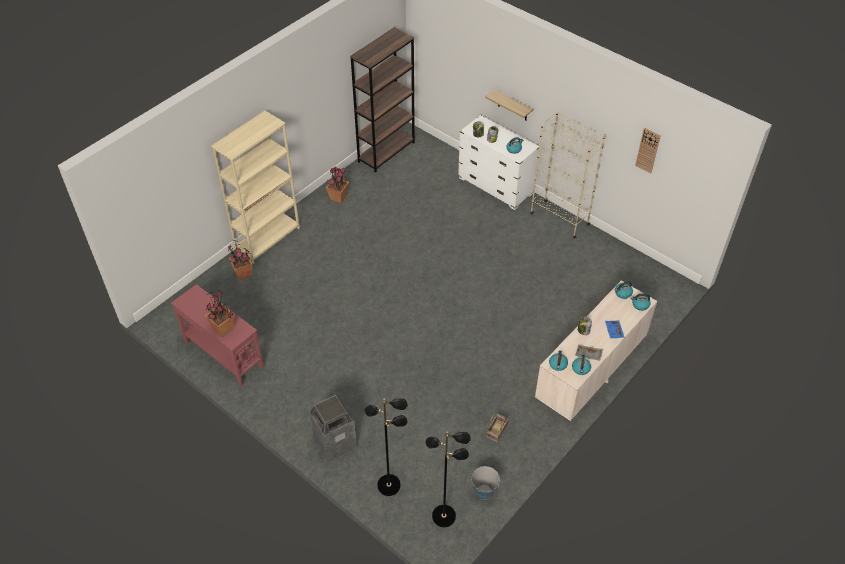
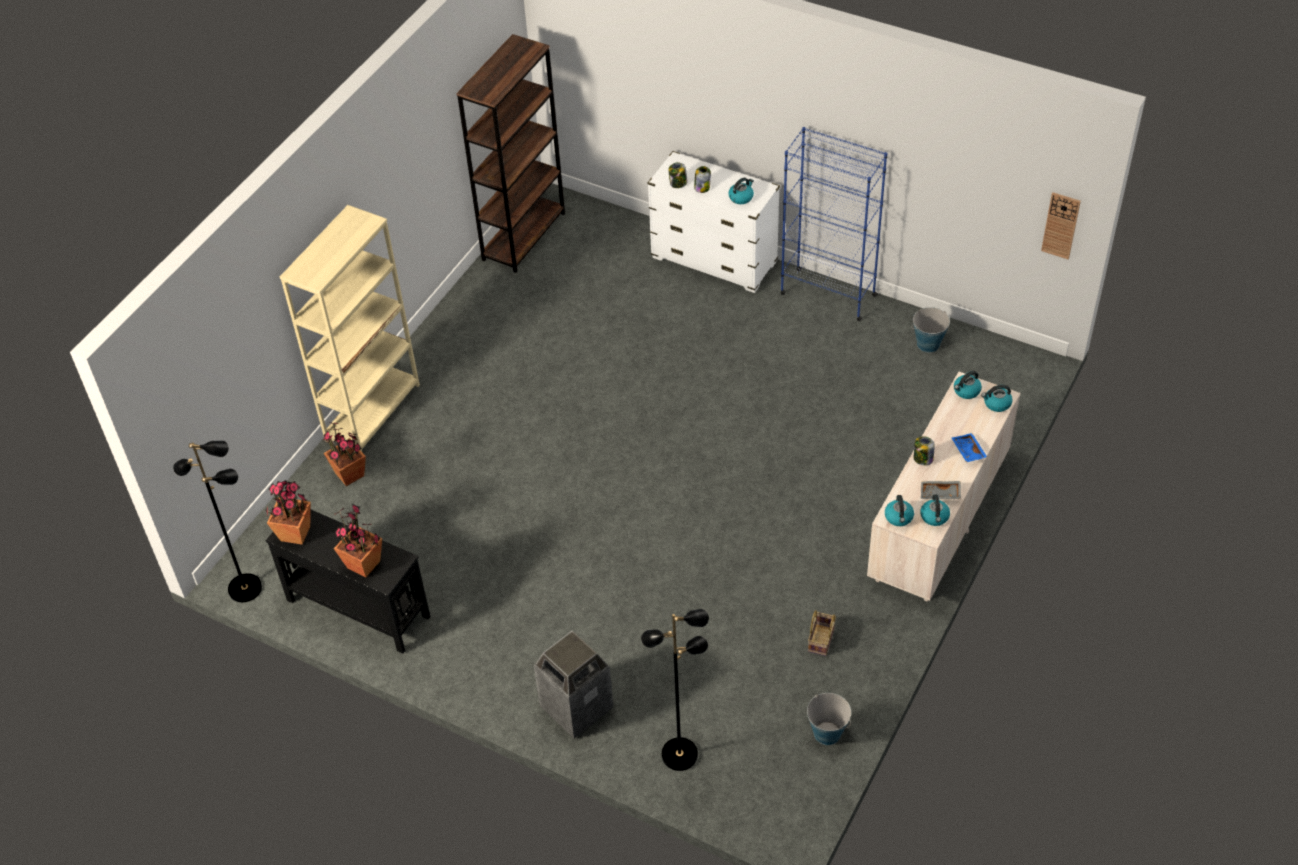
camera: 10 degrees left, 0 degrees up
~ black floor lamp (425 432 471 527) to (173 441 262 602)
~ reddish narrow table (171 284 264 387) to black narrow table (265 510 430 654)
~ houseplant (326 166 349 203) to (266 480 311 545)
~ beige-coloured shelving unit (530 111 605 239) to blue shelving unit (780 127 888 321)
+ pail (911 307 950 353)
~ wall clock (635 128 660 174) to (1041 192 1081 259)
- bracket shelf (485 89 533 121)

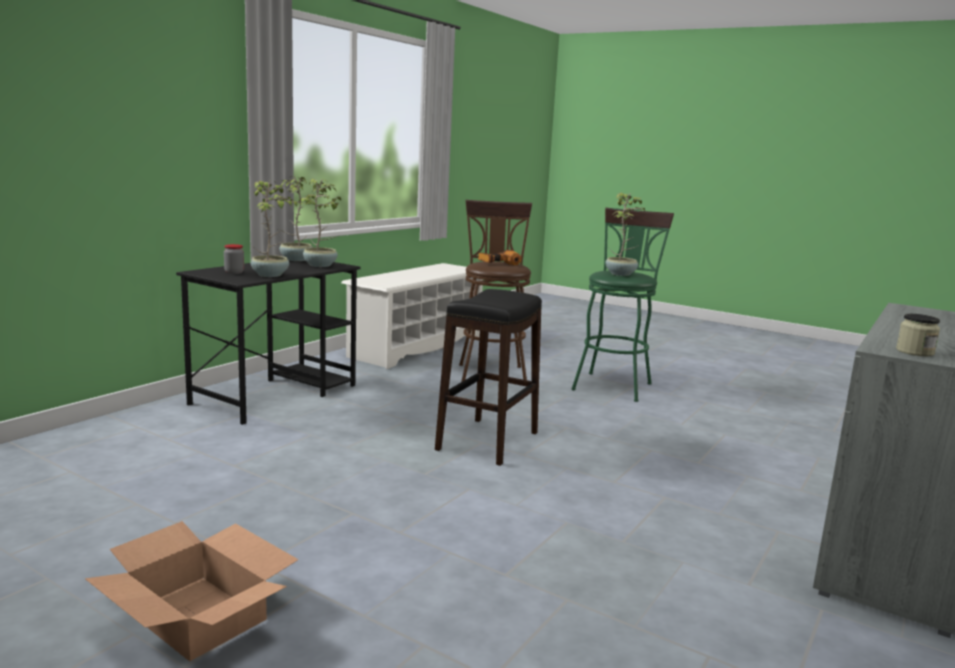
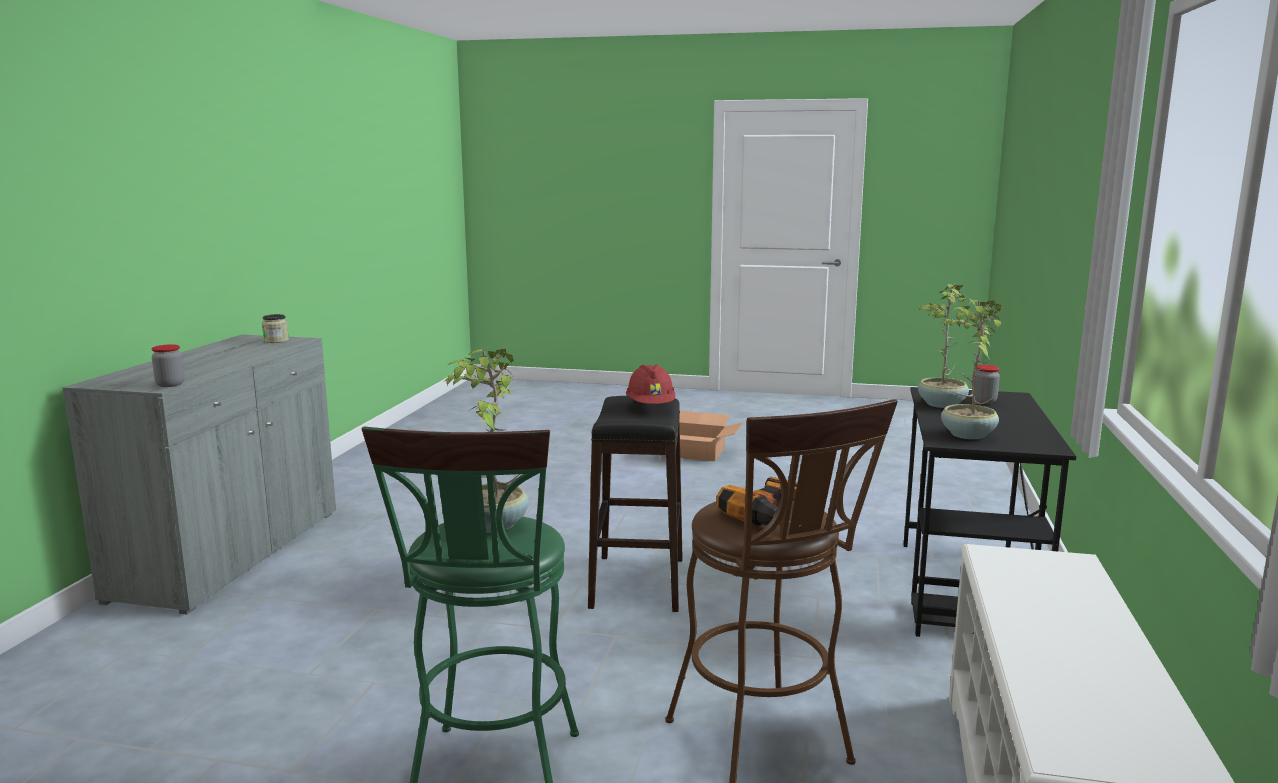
camera: 160 degrees right, 0 degrees up
+ storage jar (152 344 184 387)
+ reddish work helmet (626 364 676 404)
- houseplant (273 176 316 261)

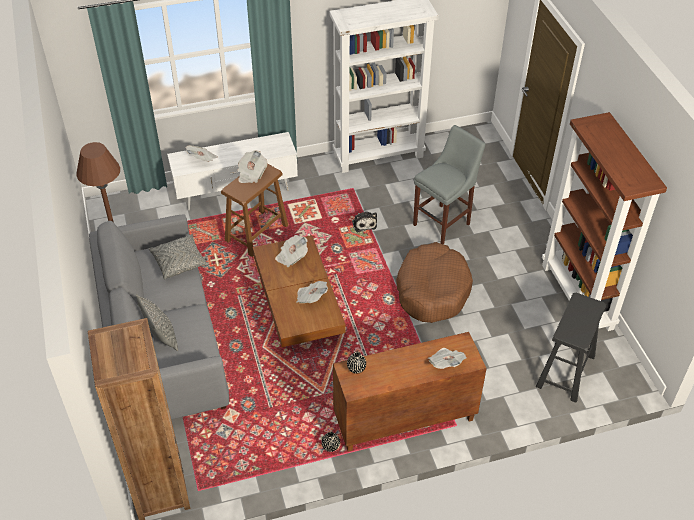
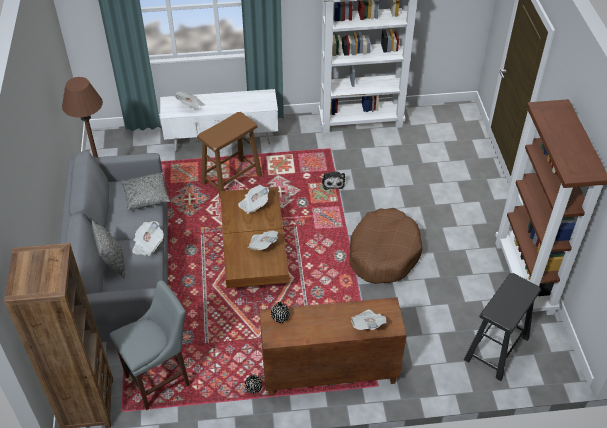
camera: 10 degrees right, 0 degrees up
~ grey stool seat (413 125 485 244) to (110 280 190 410)
~ newspaper (237 150 267 183) to (132 221 164 256)

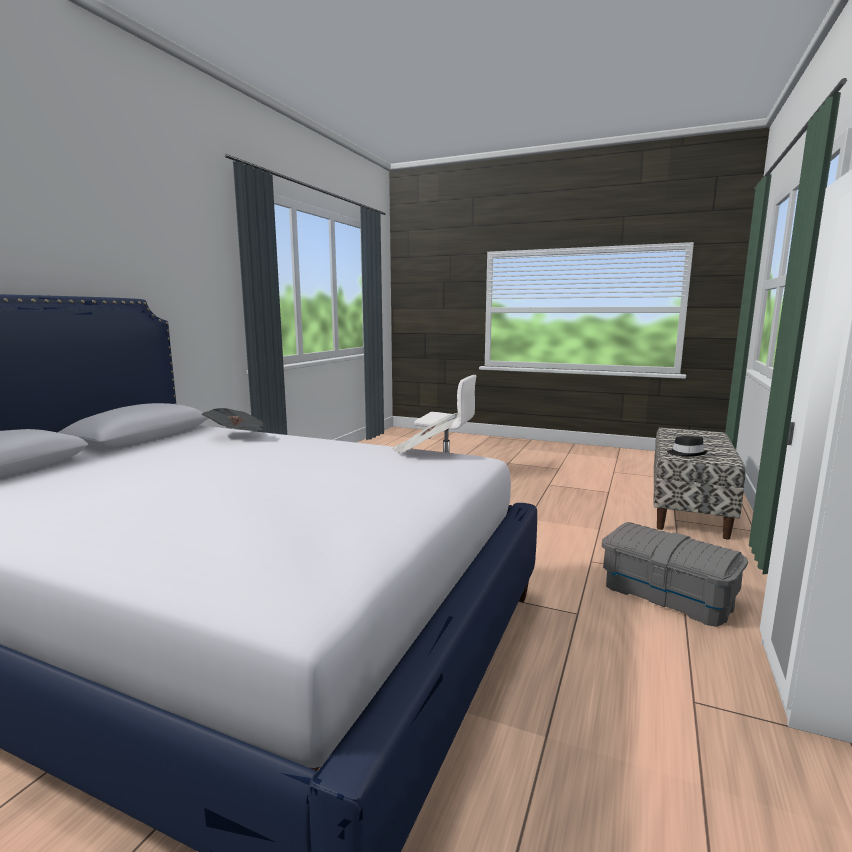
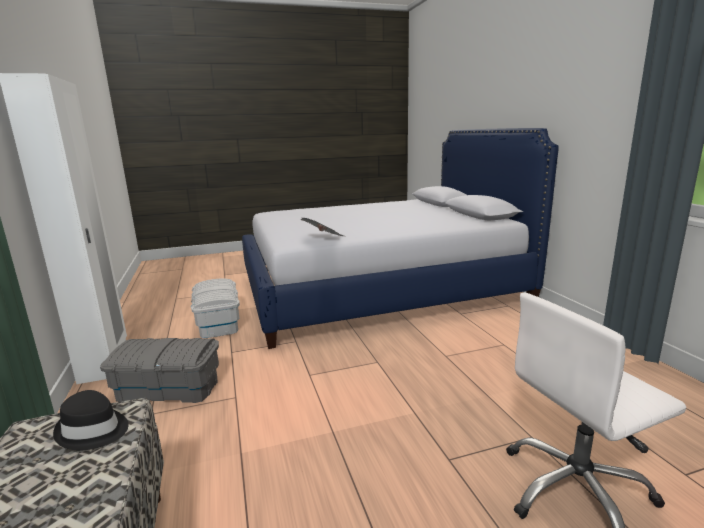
camera: 140 degrees right, 5 degrees up
+ white storage bin (191 279 240 338)
- newspaper (202 408 264 431)

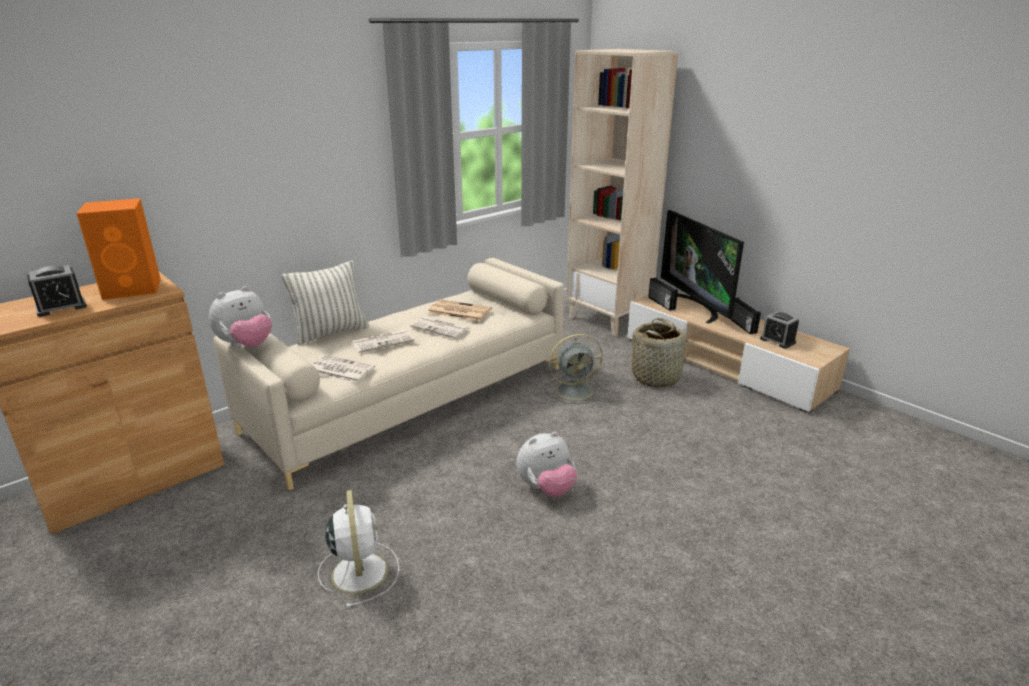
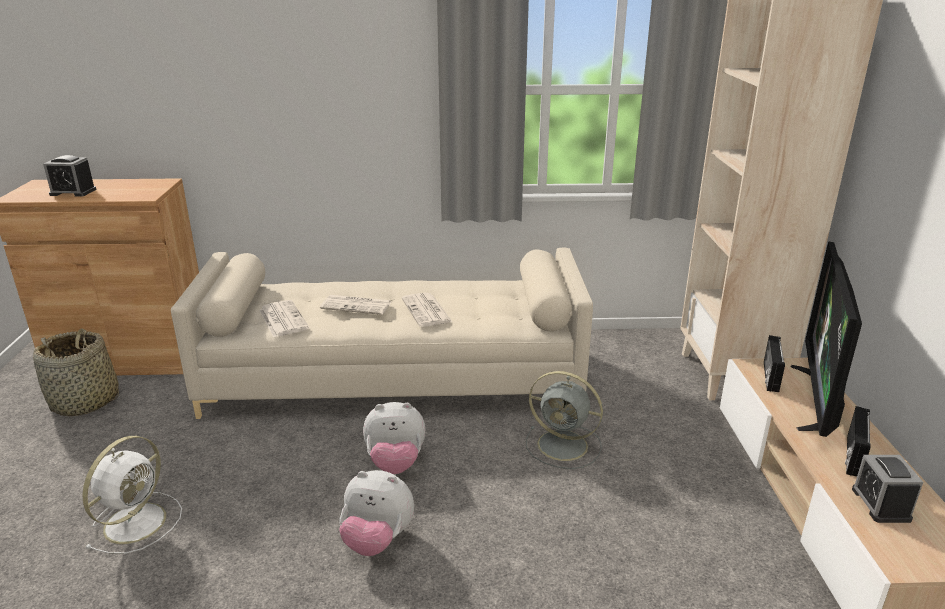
camera: 40 degrees right, 0 degrees up
~ storage basket (630 318 690 387) to (33 328 119 416)
~ cuddly toy (209 286 272 347) to (363 402 425 474)
- orangey speaker (76 198 161 300)
- throw pillow (281 261 369 345)
- newspaper (427 299 492 321)

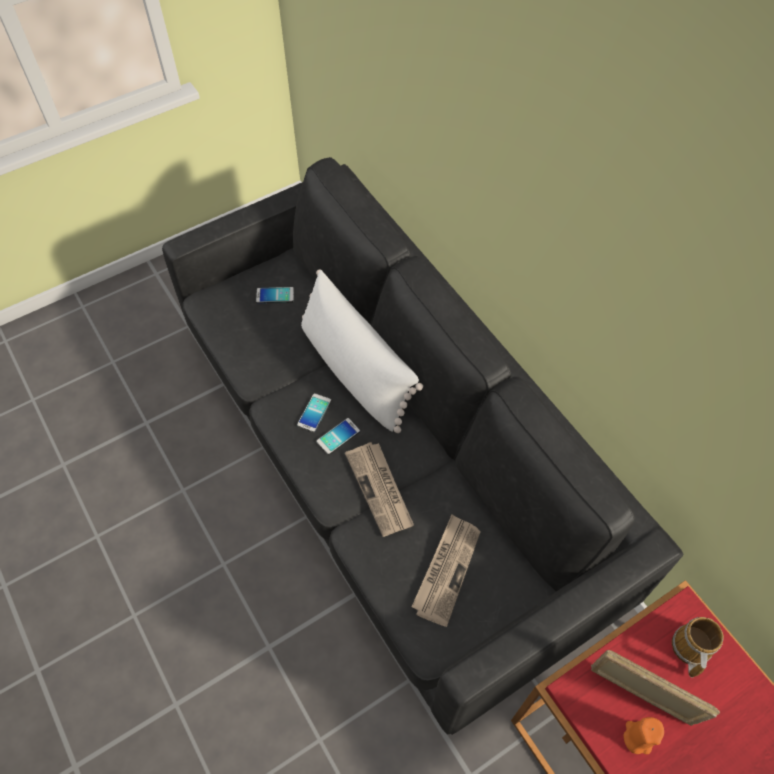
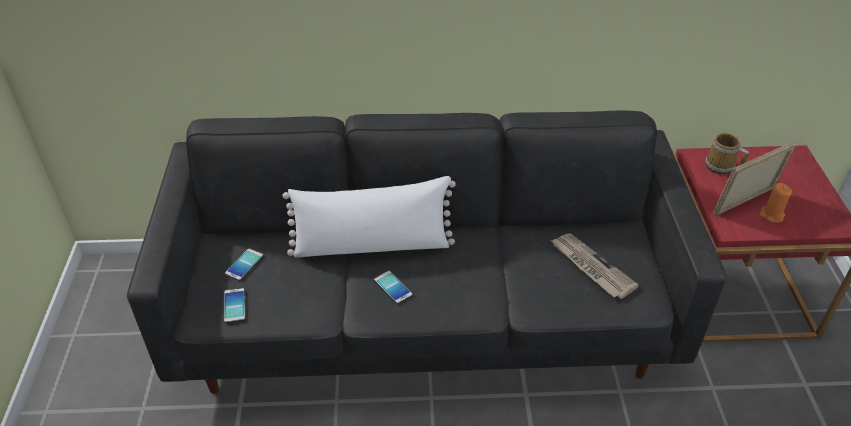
camera: 60 degrees left, 15 degrees down
~ phone (316 418 360 455) to (224 288 245 323)
- newspaper (345 442 414 537)

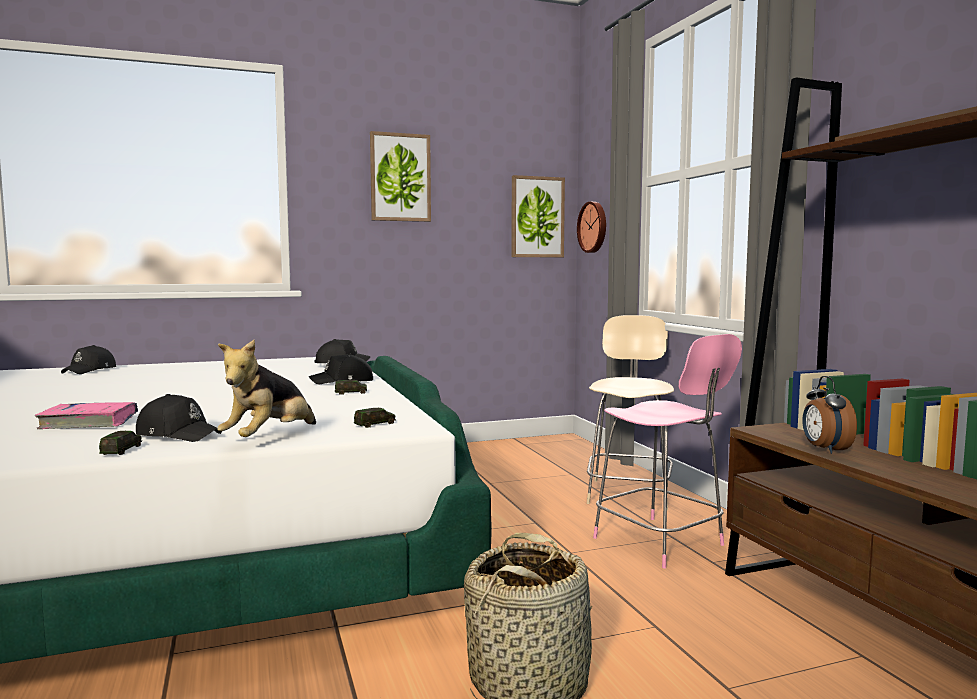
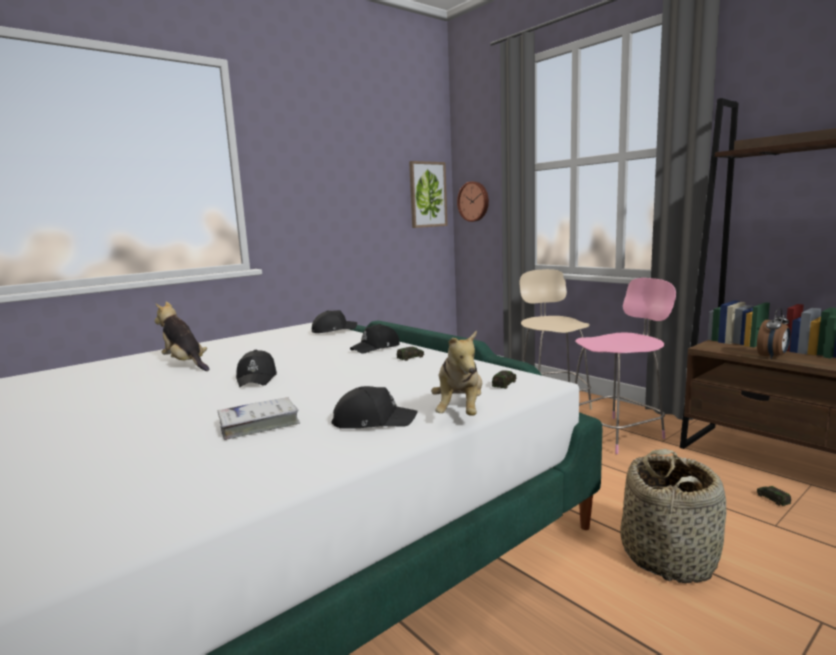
camera: 20 degrees left, 5 degrees up
+ cuddly toy (155 302 210 371)
~ pink bound book (35 402 138 429) to white bound book (217 397 300 440)
~ black baseball cap (61 345 116 374) to (236 350 277 388)
~ pink plain chair (593 334 742 569) = (575 278 676 454) 60 degrees counterclockwise
~ alarm clock (802 376 857 454) = (757 308 791 359) 105 degrees counterclockwise
~ model car (99 431 142 455) to (757 486 791 506)
- wall picture (370 131 431 222)

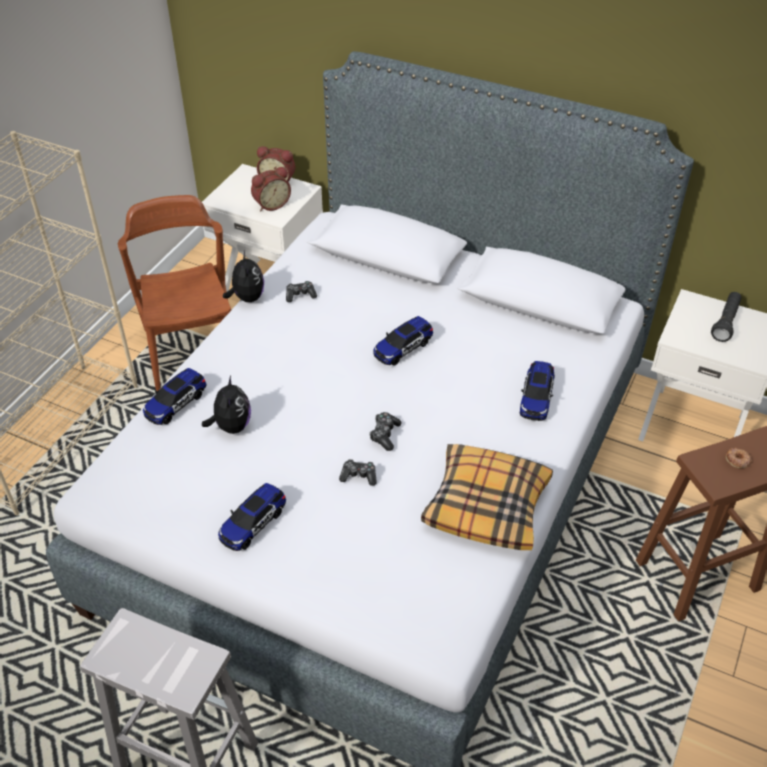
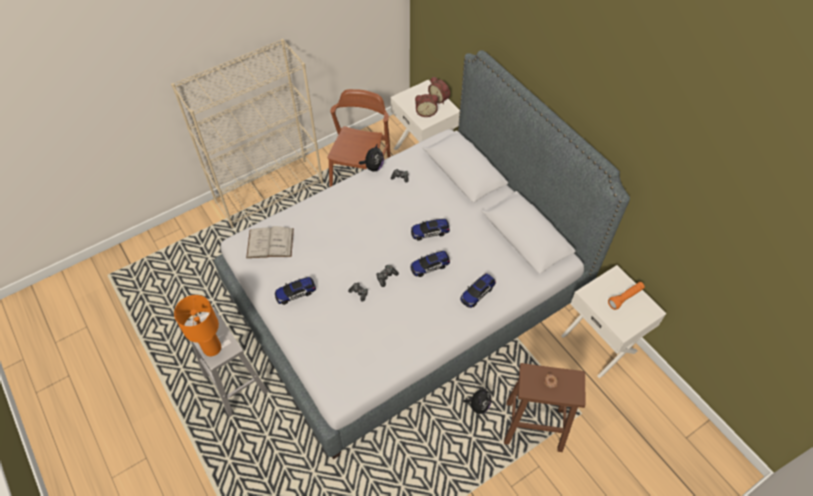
camera: 30 degrees right, 10 degrees up
+ orangey tabletop lamp (174 295 221 356)
+ white bound book (246 226 294 258)
~ model car (143 368 206 425) to (411 251 450 277)
~ cuddly toy (202 376 251 434) to (463 387 491 414)
~ black torch (711 292 742 342) to orangey torch (608 282 645 310)
- throw pillow (421 444 553 550)

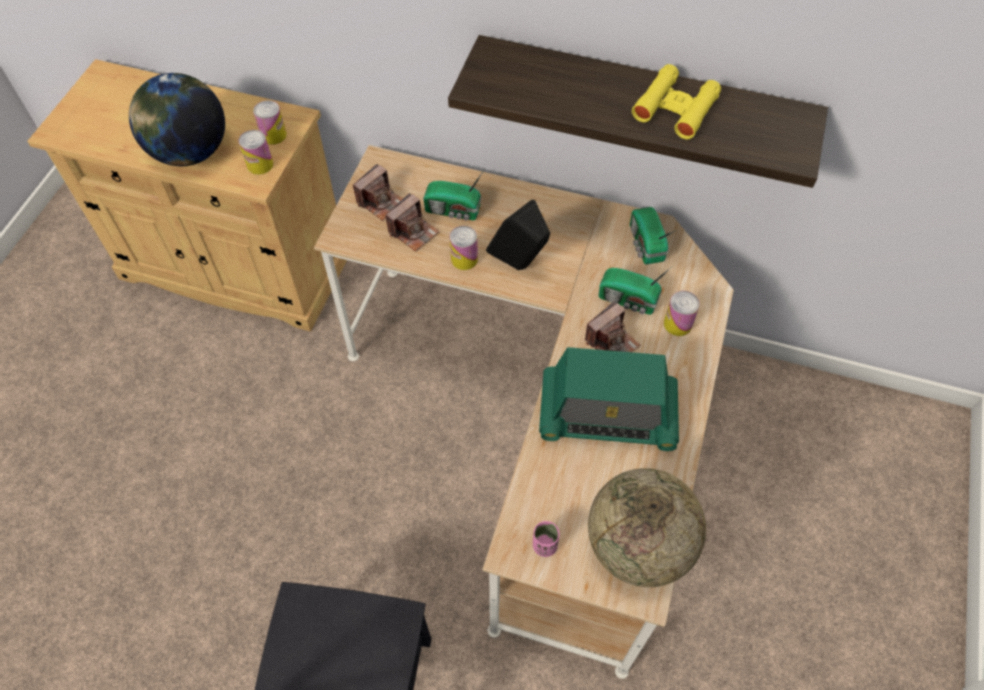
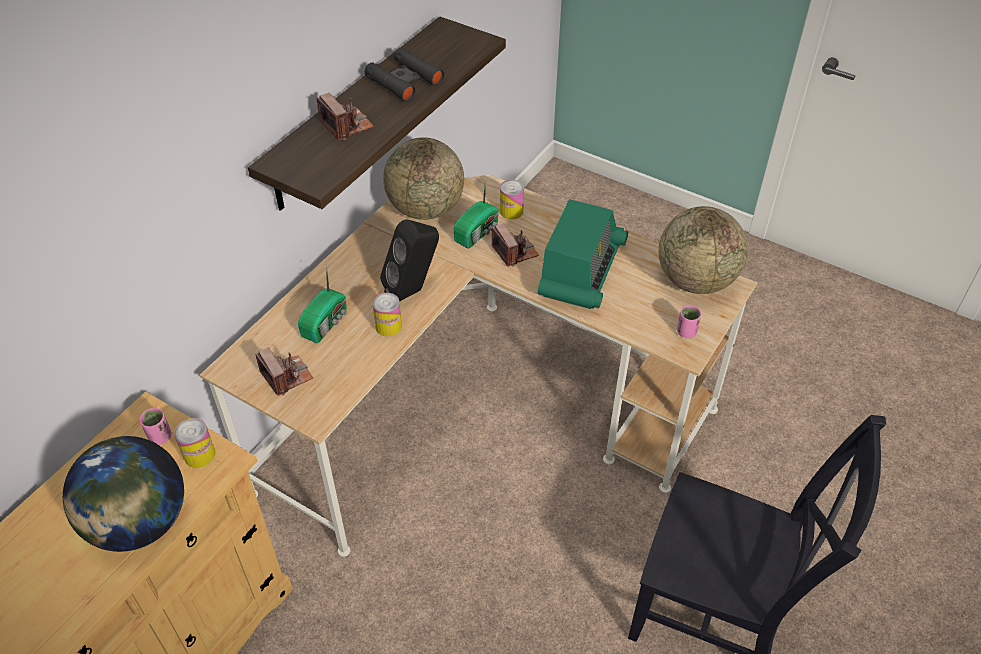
camera: 75 degrees left, 10 degrees down
~ metal can (253 100 287 145) to pink drinking cup (140 408 172 445)
~ photo camera (385 193 440 252) to (317 93 374 140)
~ yellow pair of binoculars (632 64 721 139) to black pair of binoculars (365 48 445 102)
~ radio set (630 207 677 265) to globe (383 137 464 220)

